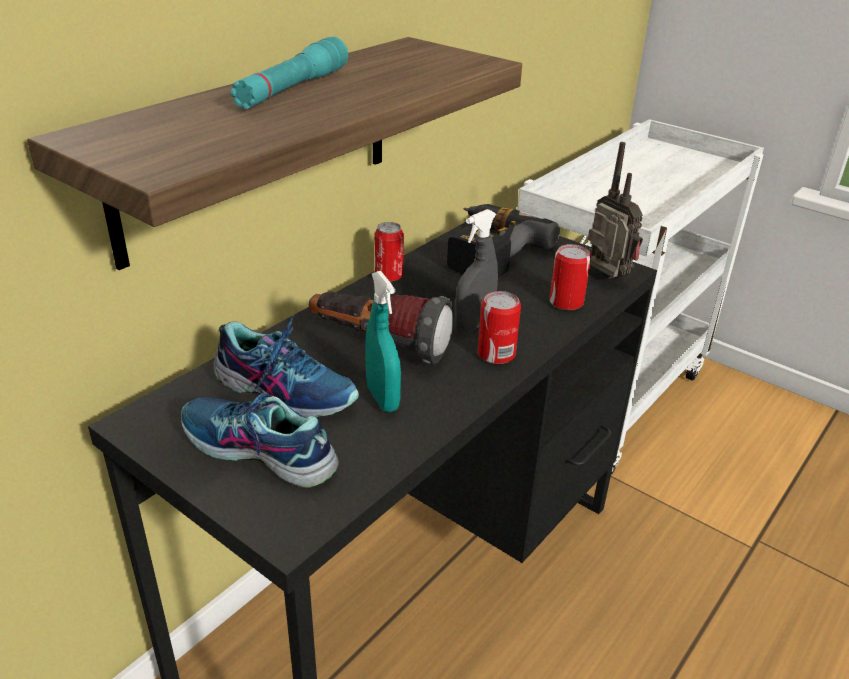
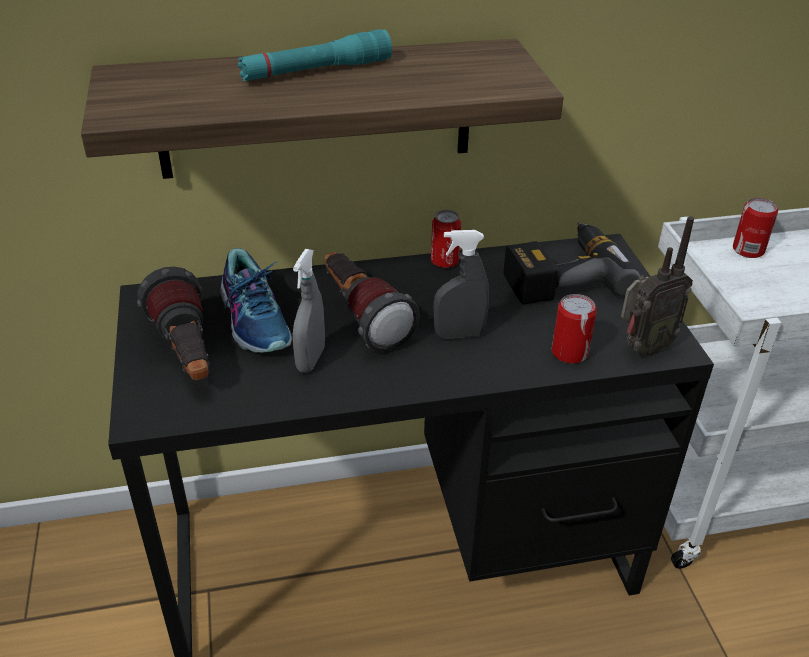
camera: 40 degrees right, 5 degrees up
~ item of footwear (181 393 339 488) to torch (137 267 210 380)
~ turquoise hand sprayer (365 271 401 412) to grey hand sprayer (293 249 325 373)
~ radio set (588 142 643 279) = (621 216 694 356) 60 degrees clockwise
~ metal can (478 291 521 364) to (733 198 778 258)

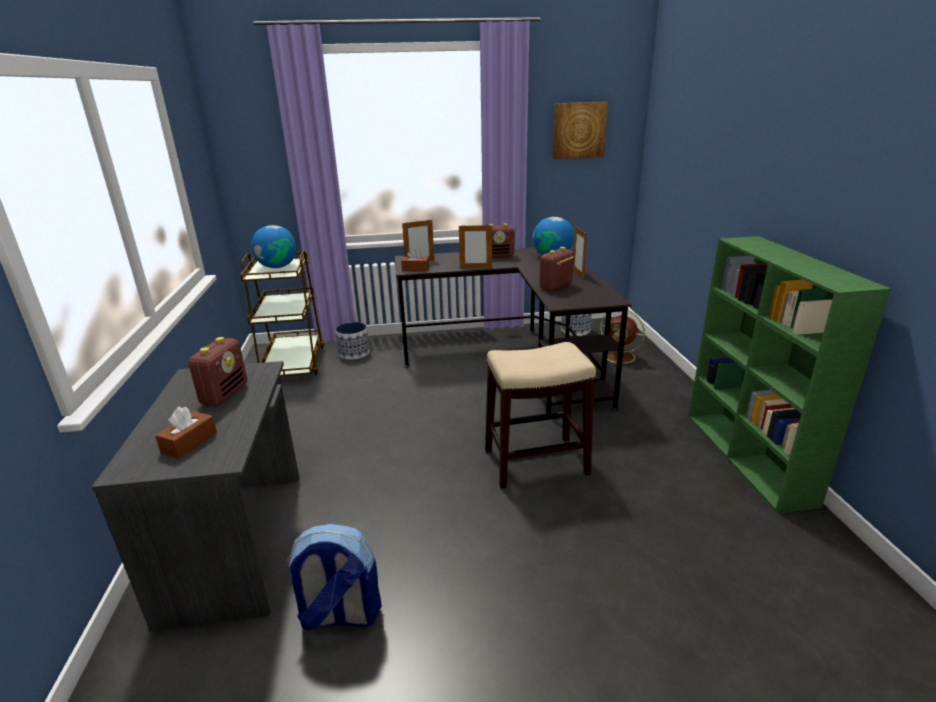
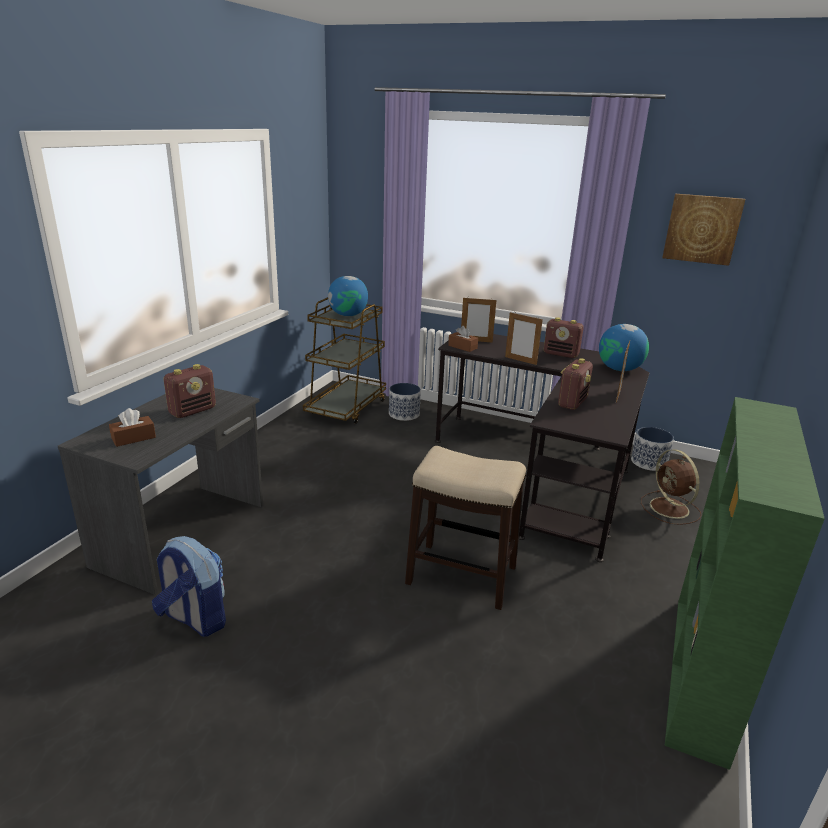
camera: 30 degrees right, 0 degrees up
~ radio set (540 247 574 291) = (558 358 593 410) 135 degrees clockwise

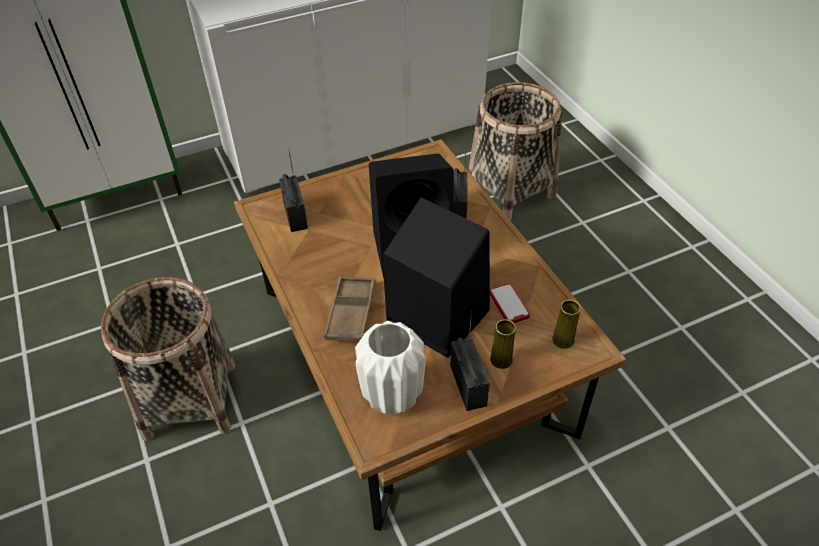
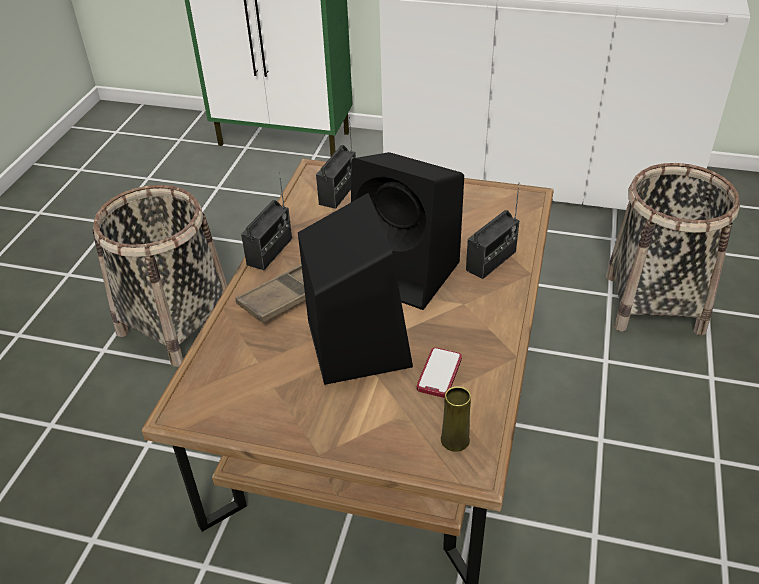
camera: 40 degrees right, 5 degrees down
~ radio set (450 311 490 411) to (241 171 292 270)
- white vase (355 321 425 415)
- yellow vase (490 319 516 369)

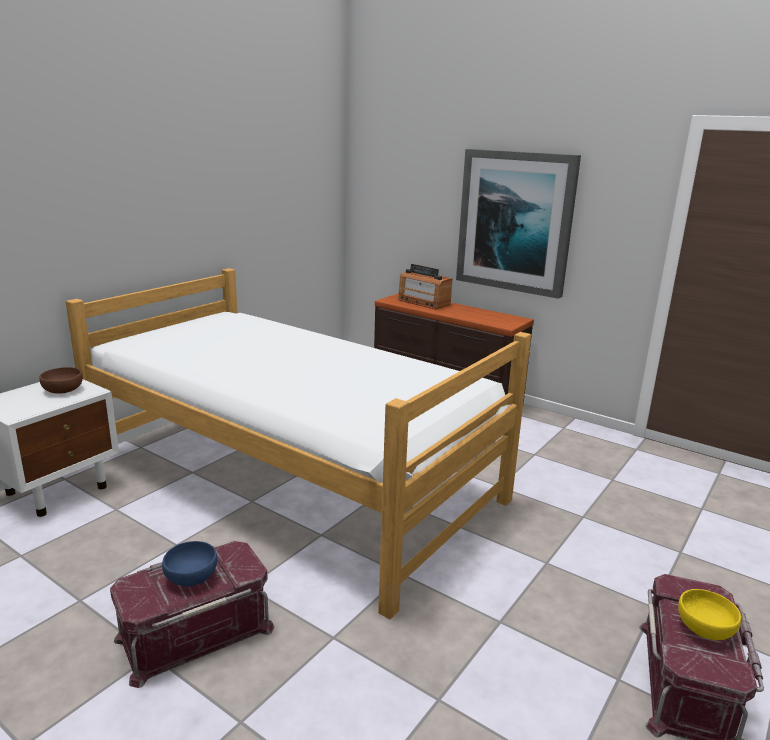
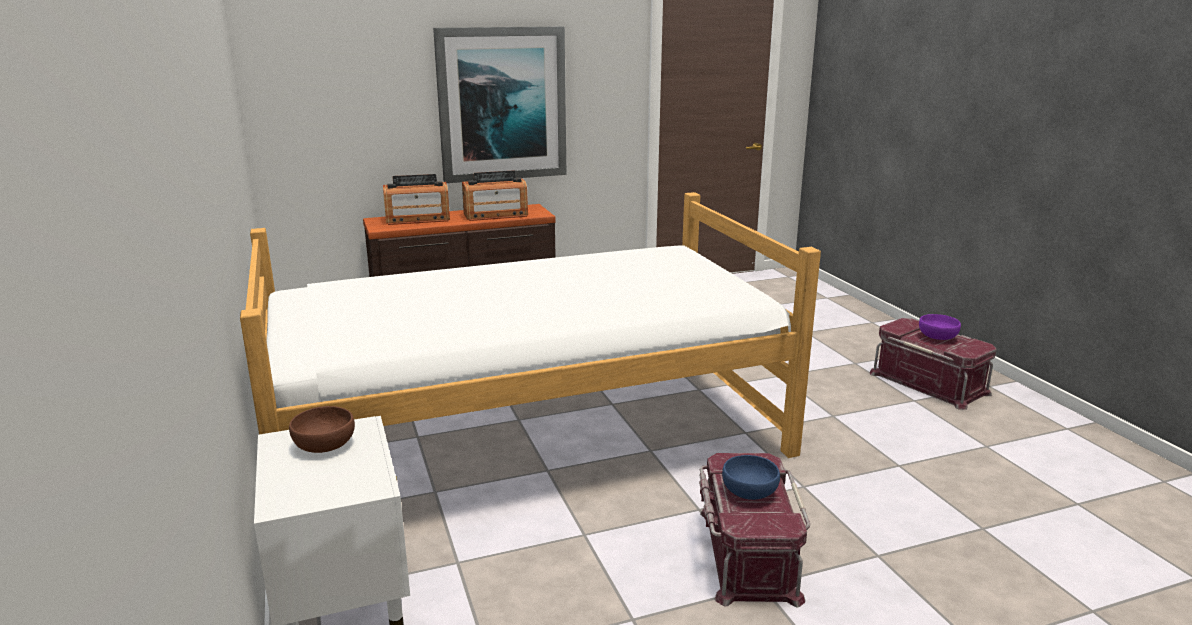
camera: 55 degrees left, 0 degrees up
+ radio set (462 170 528 221)
~ yellow bowl (678 589 741 640) to purplish bowl (919 314 961 340)

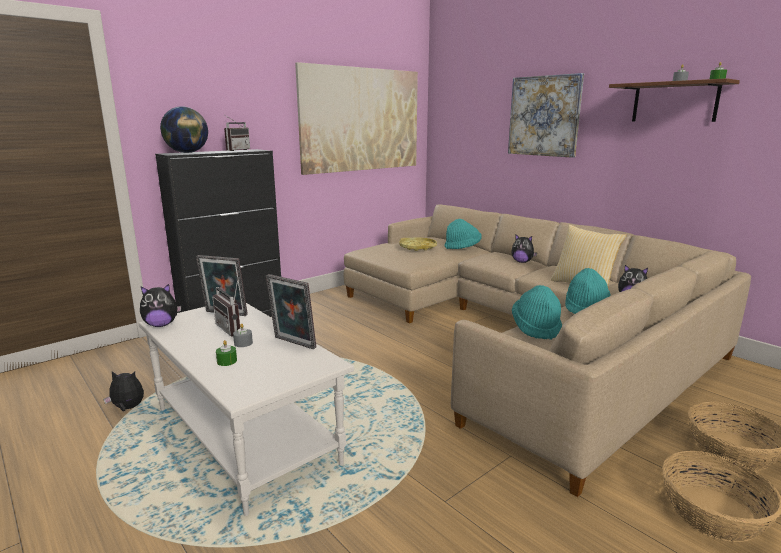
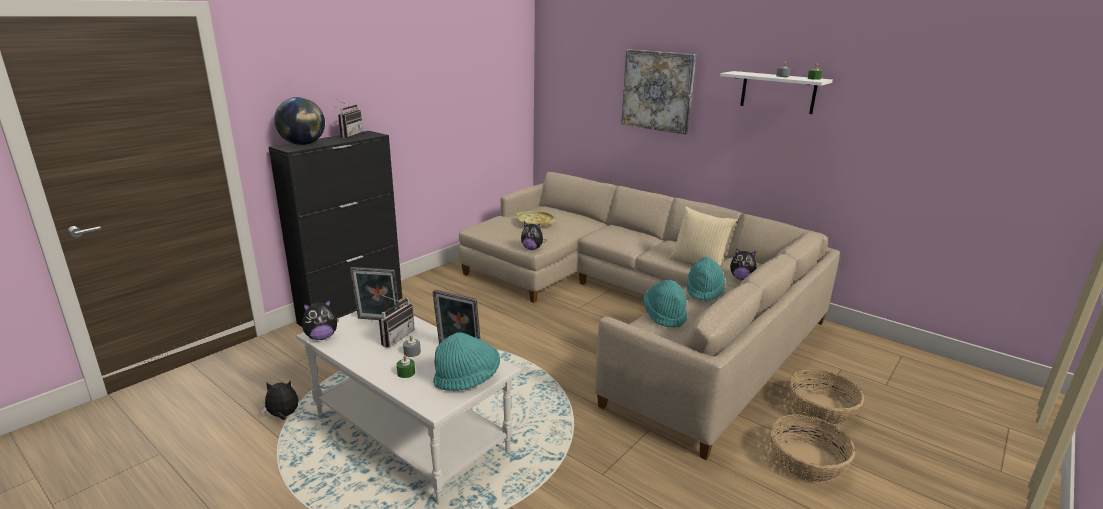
camera: 10 degrees left, 5 degrees up
~ radio set (212 280 240 337) = (379 294 415 347) 105 degrees counterclockwise
~ turquoise wearable hat (444 219 482 249) to (433 332 500 391)
~ cuddly toy (511 235 537 263) to (521 222 547 250)
~ brown bracket shelf (609 78 740 122) to white bracket shelf (720 71 833 114)
- wall picture (295 62 418 175)

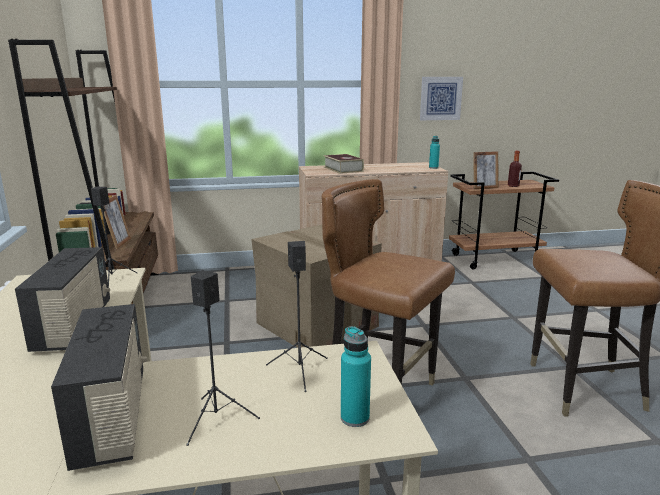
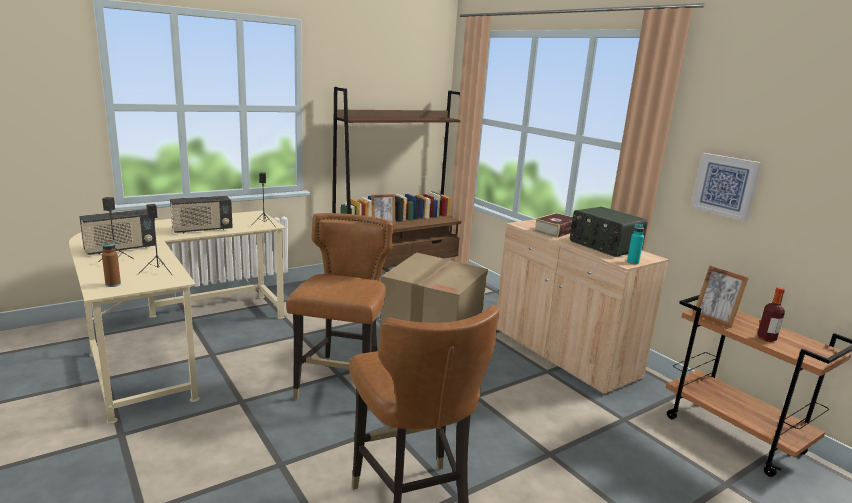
camera: 65 degrees right, 0 degrees up
~ turquoise beverage bottle (341 326 371 427) to brown beverage bottle (102 240 121 287)
+ radio set (570 207 648 257)

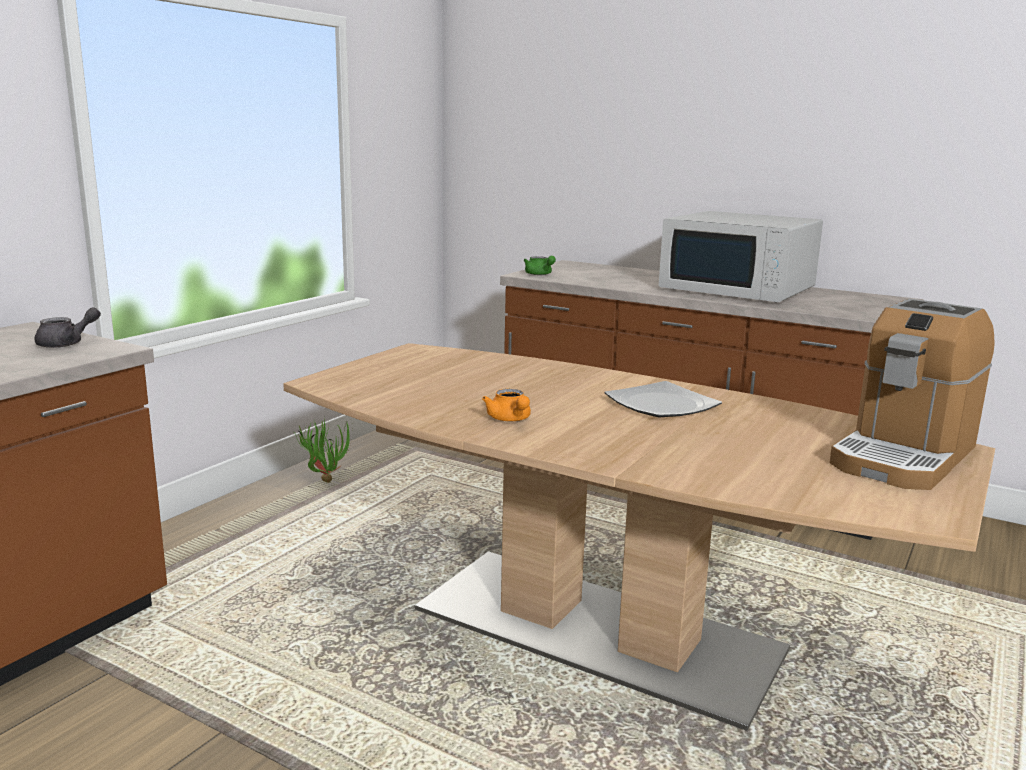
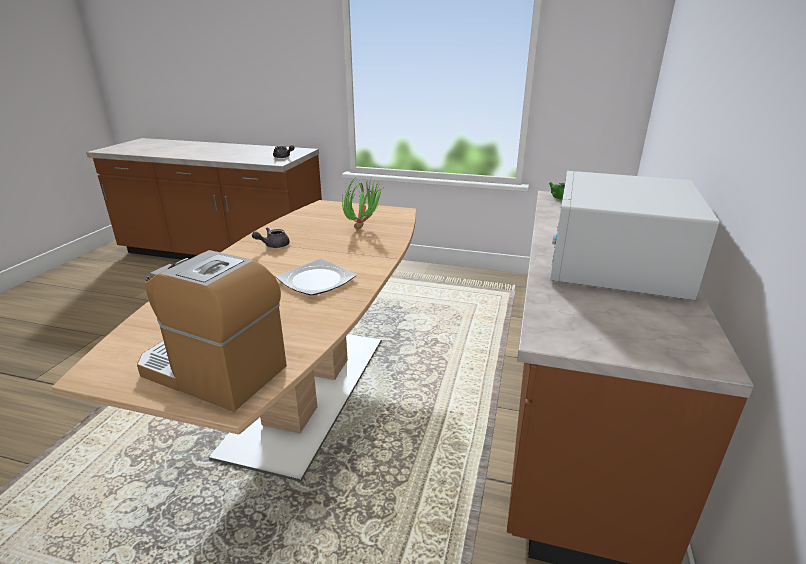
camera: 75 degrees right, 10 degrees up
~ orangey pot for tea (482 389 531 421) to grey pot for tea (252 227 290 248)
~ houseplant (295 418 352 483) to (342 177 384 230)

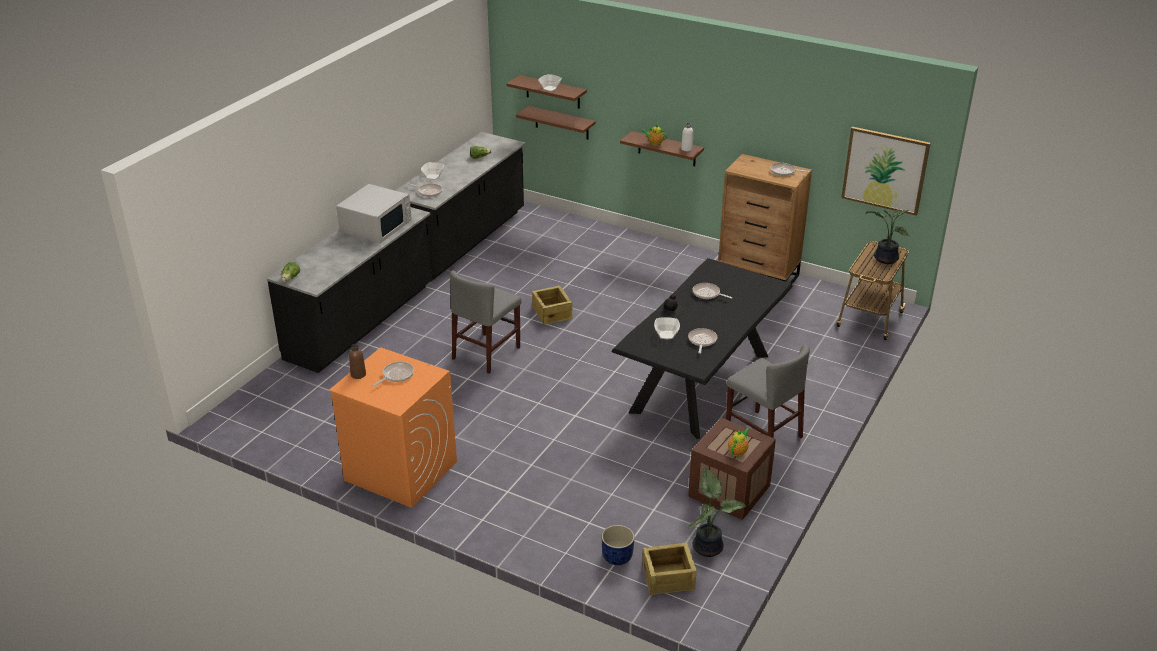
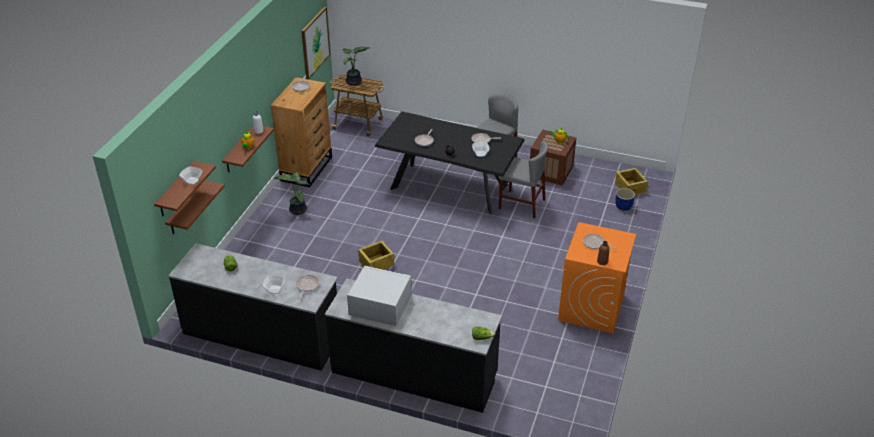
camera: 100 degrees left, 5 degrees up
~ houseplant (688 467 747 557) to (274 172 309 215)
~ grey plain chair (450 270 521 374) to (498 141 549 218)

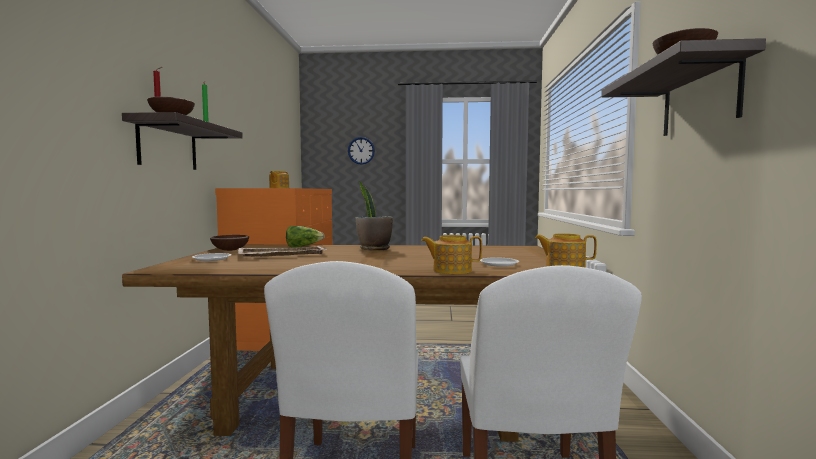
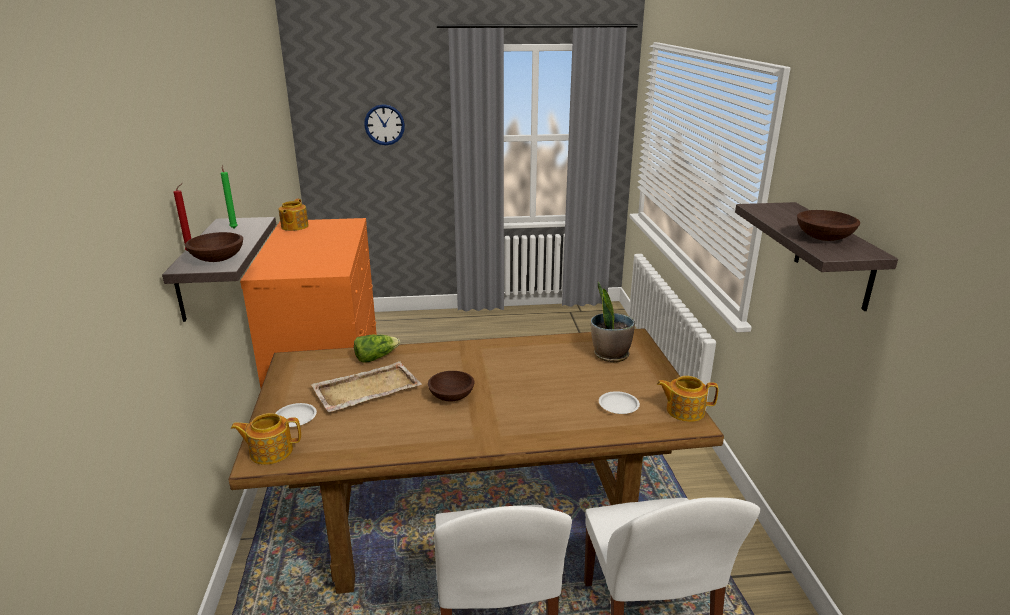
camera: 10 degrees left, 20 degrees up
~ pot for tea (421 235 482 274) to (231 413 301 465)
~ brown bowl (210 235 249 251) to (428 371 474 401)
~ houseplant (356 181 393 251) to (591 282 635 362)

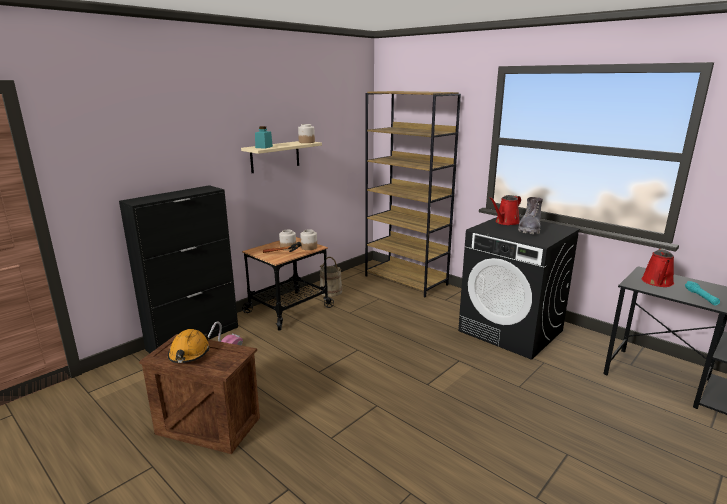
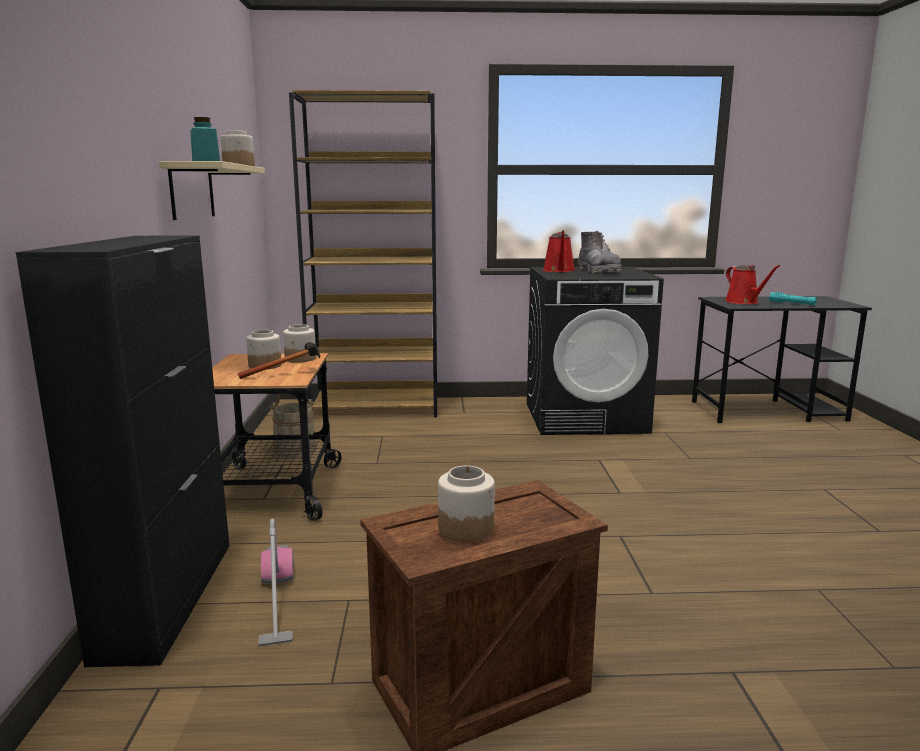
camera: 45 degrees left, 5 degrees down
~ orangey work helmet (168 329 210 363) to storage jar (438 466 495 542)

